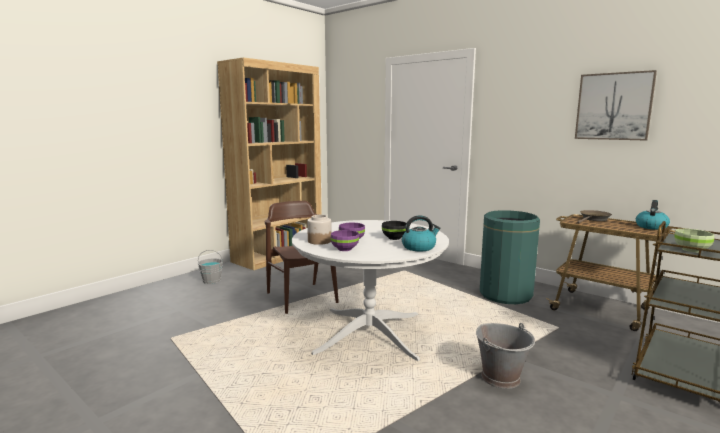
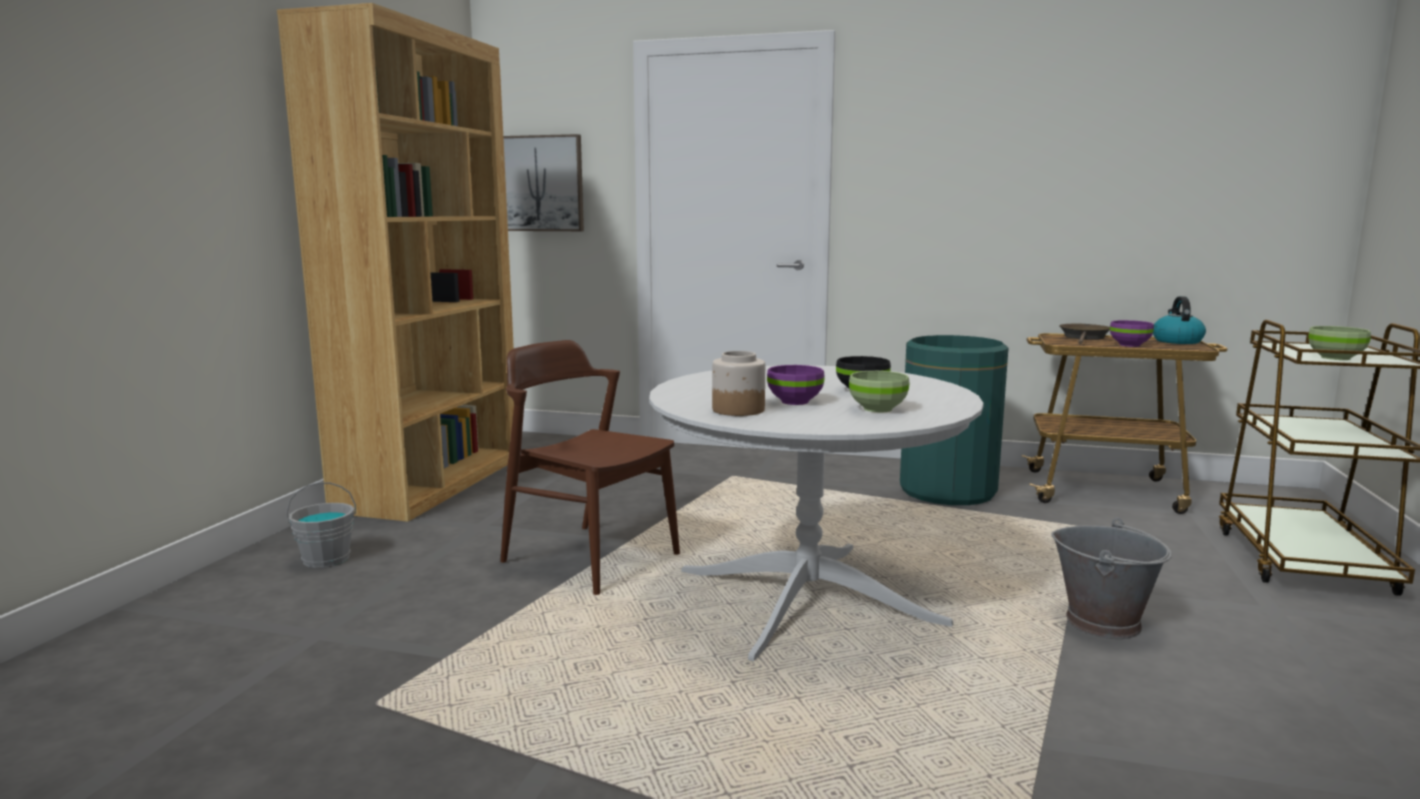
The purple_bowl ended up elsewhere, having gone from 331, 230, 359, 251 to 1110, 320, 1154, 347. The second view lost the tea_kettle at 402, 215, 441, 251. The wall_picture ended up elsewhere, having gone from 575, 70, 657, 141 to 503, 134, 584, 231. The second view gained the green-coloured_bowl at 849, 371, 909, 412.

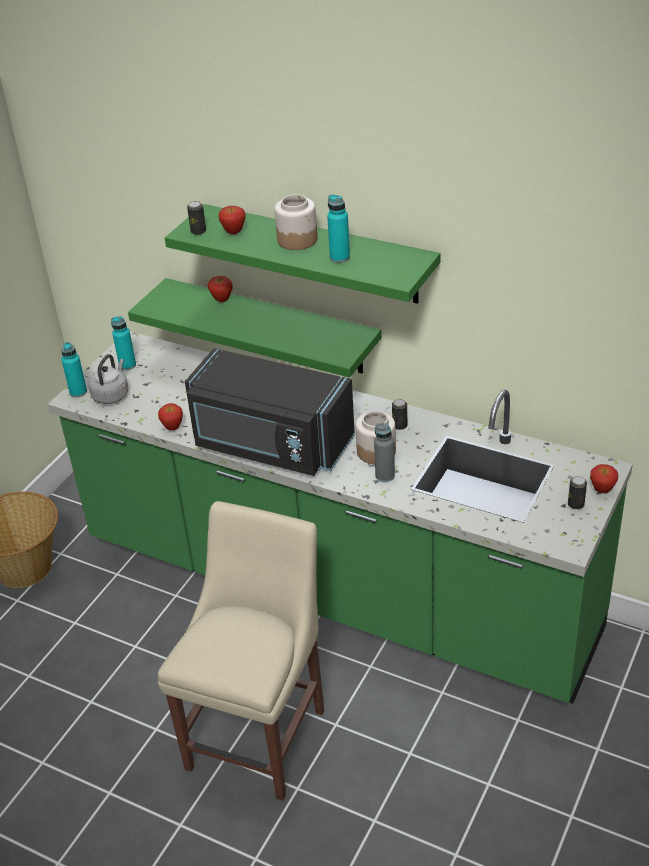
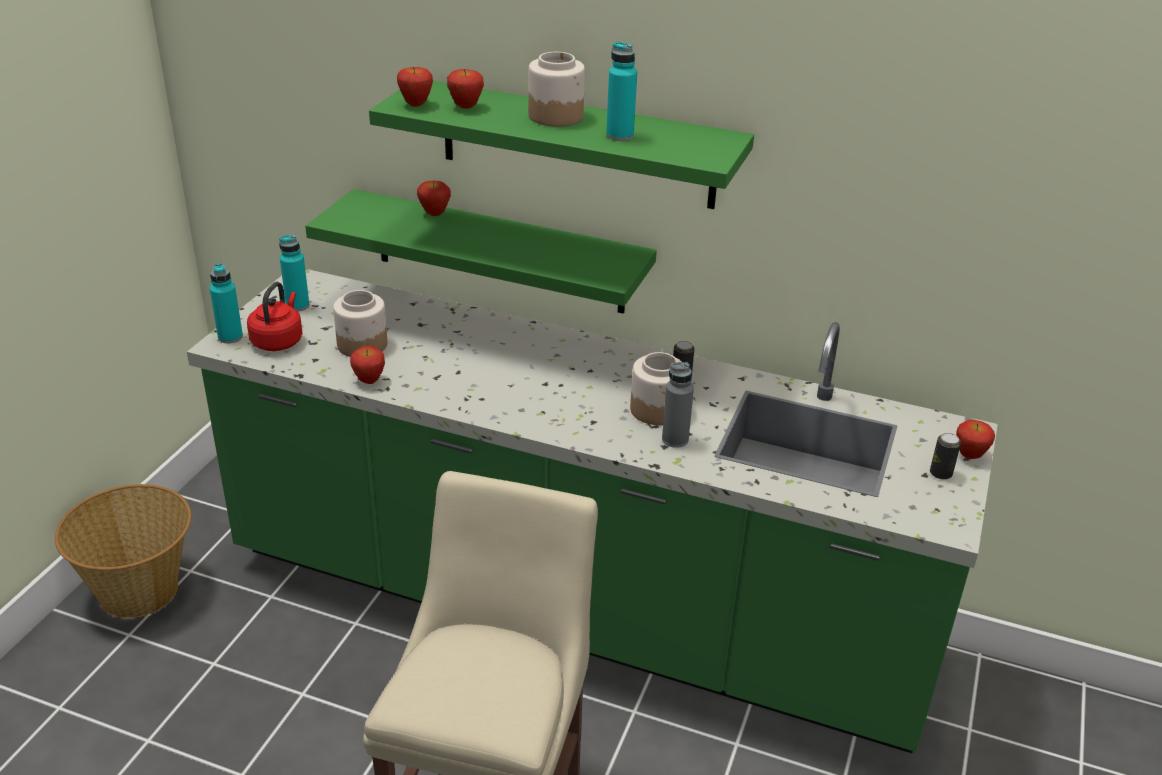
What was the greyish_tea_kettle at 89, 354, 128, 404 turned into the red-coloured_tea_kettle at 247, 282, 303, 351. The second view lost the black_kitchen_microwave at 185, 348, 355, 476. Where the can stood at 187, 201, 206, 235, the whole_apple came to stand at 397, 67, 433, 107. The second view gained the jar at 333, 290, 387, 357.

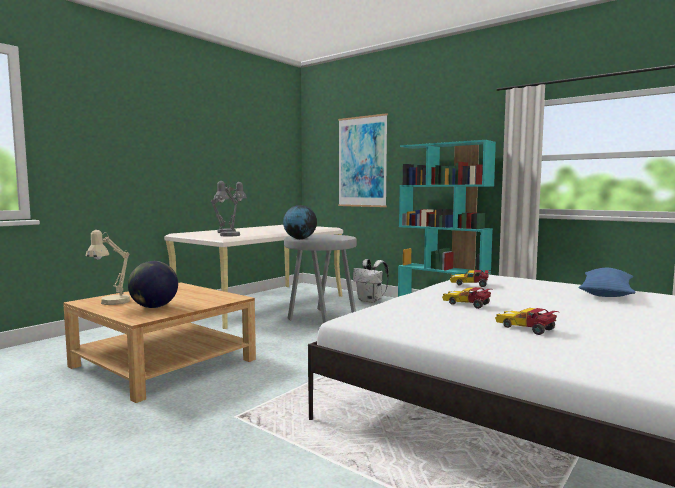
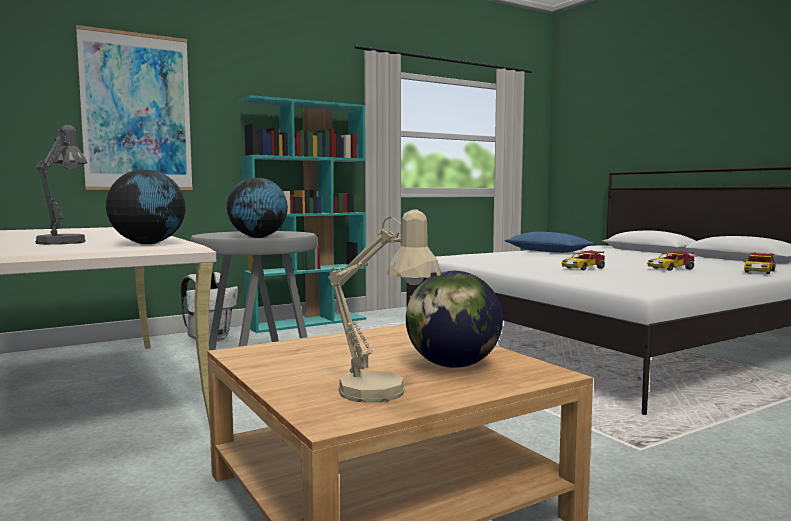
Where the greyish_table_lamp stood at 214, 181, 240, 237, the world_globe came to stand at 106, 170, 186, 244. The toy_car ended up elsewhere, having gone from 450, 270, 491, 287 to 743, 252, 776, 274.

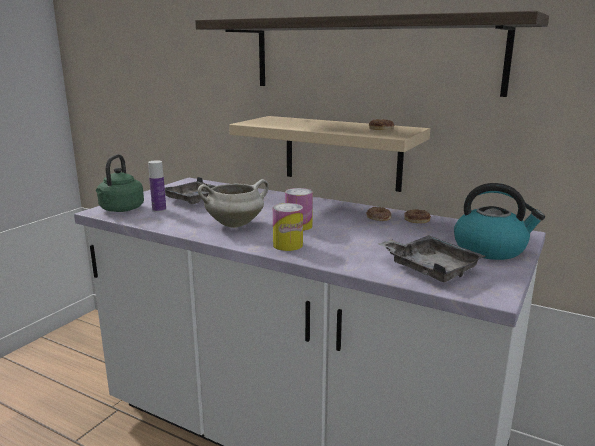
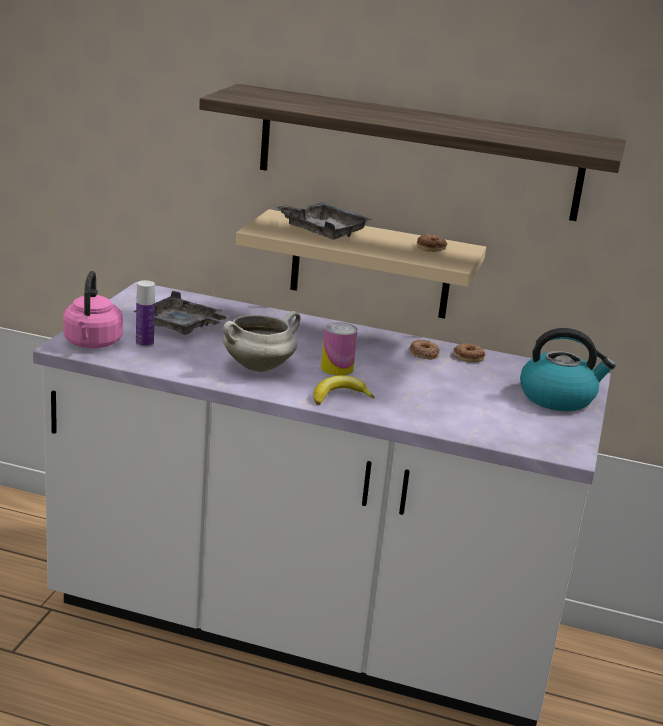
What was the green-coloured_tea_kettle at 96, 154, 144, 212 turned into the pinkish_tea_kettle at 63, 271, 123, 348. Where the can stood at 273, 203, 303, 251, the banana_fruit came to stand at 313, 375, 374, 405. The greyish_tray ended up elsewhere, having gone from 378, 235, 486, 282 to 274, 202, 372, 239.

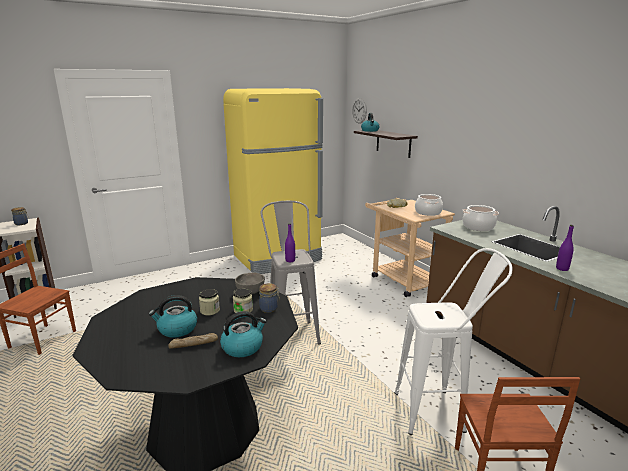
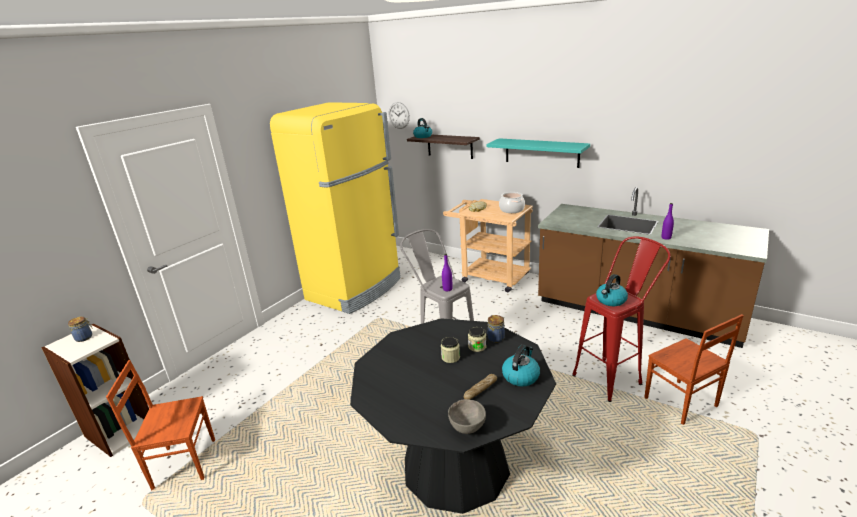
The tea_kettle ended up elsewhere, having gone from 149, 295, 197, 338 to 596, 274, 628, 306. The greyish_bowl ended up elsewhere, having gone from 235, 272, 265, 294 to 448, 399, 486, 434. What was the white_stool at 395, 248, 513, 435 turned into the red-coloured_stool at 572, 236, 671, 402. The second view lost the cooking_pot at 462, 205, 499, 231. The second view gained the turquoise_wall_shelf at 486, 138, 590, 168.

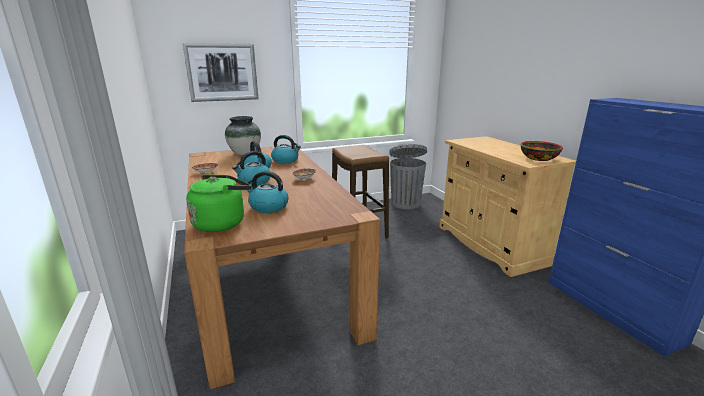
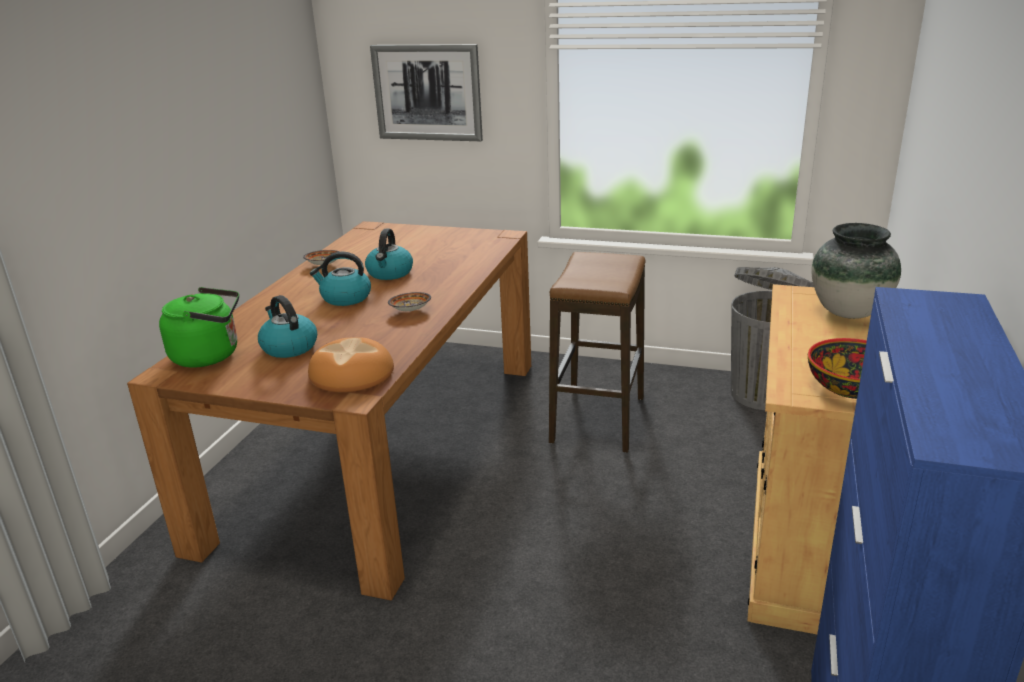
The flower_vase ended up elsewhere, having gone from 225, 116, 261, 156 to 811, 223, 901, 319. The second view lost the tea_kettle at 271, 135, 301, 163. The second view gained the bread at 308, 338, 394, 392.

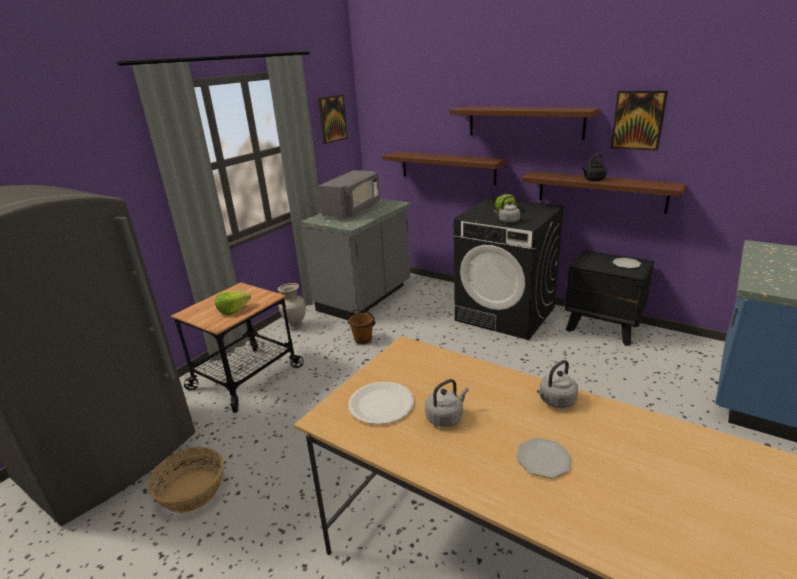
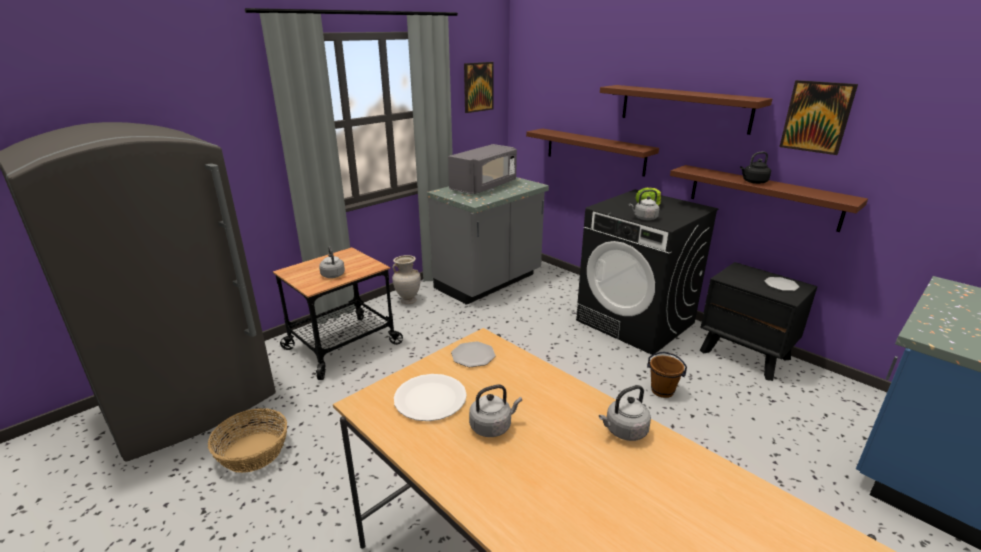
Where the head_of_lettuce stood at 215, 291, 251, 315, the greyish_tea_kettle came to stand at 319, 247, 345, 278. The brown-coloured_water_bucket ended up elsewhere, having gone from 347, 309, 376, 345 to 647, 352, 687, 398. The flat_dish ended up elsewhere, having gone from 516, 438, 571, 478 to 451, 341, 496, 367.

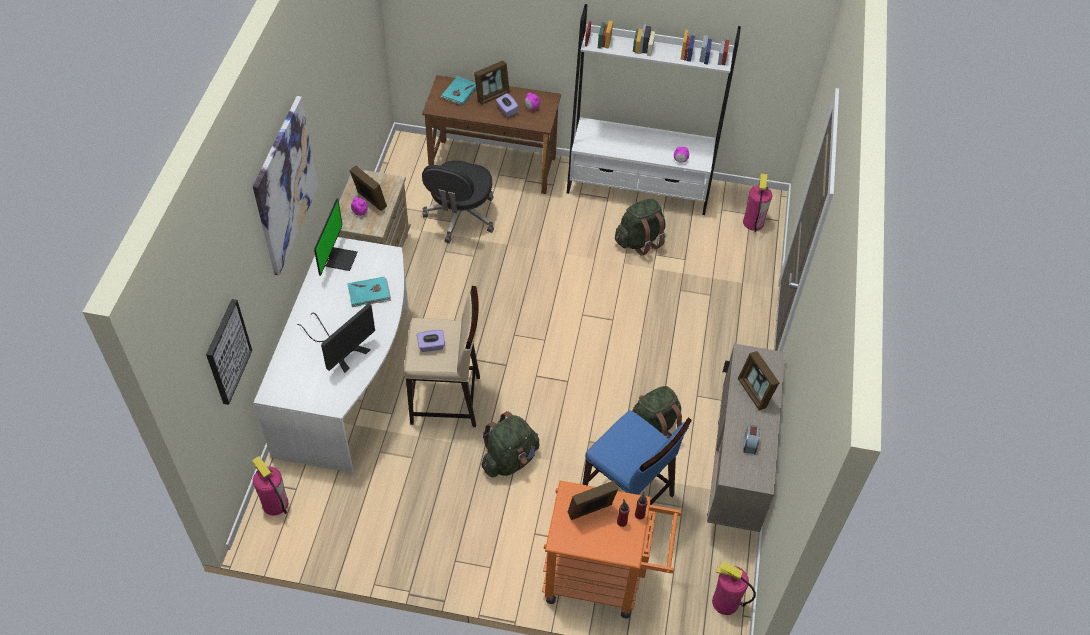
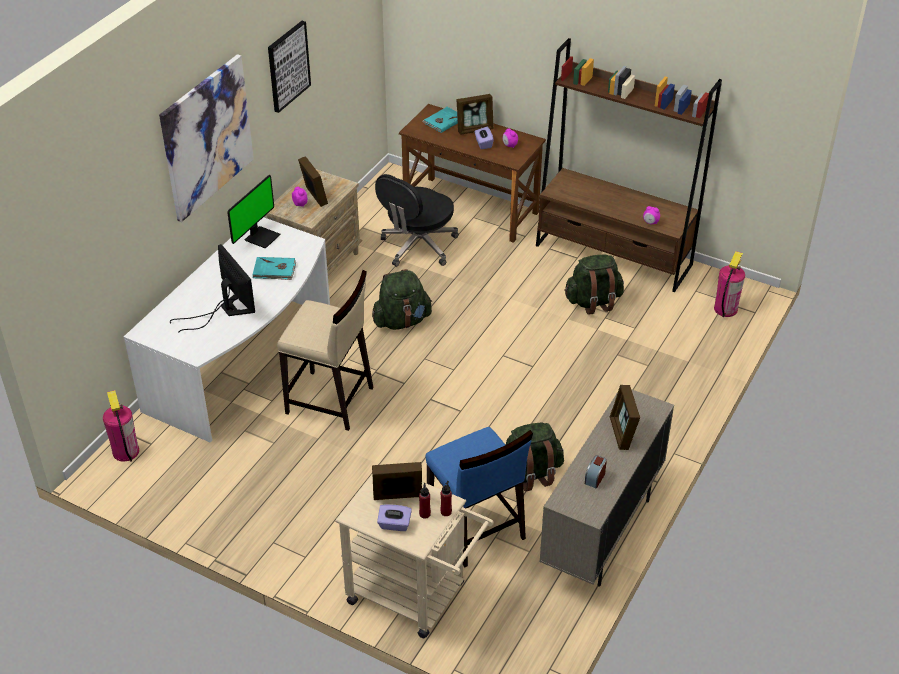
The wall_picture ended up elsewhere, having gone from 206, 299, 252, 405 to 268, 21, 311, 113. The computer_display at 297, 304, 375, 373 ended up facing another way, 90 degrees counterclockwise from before. The purple_box_of_tissues ended up elsewhere, having gone from 417, 330, 445, 352 to 377, 504, 412, 531. The green-coloured_backpack ended up elsewhere, having gone from 482, 411, 539, 477 to 372, 269, 432, 330. What was the orange_cart at 542, 481, 682, 618 turned into the beige_cart at 335, 464, 494, 638. What was the white_bookcase at 567, 4, 741, 215 turned into the brown-coloured_bookcase at 536, 38, 722, 292. The second view lost the fire-fighting_cylinder at 712, 561, 756, 615.

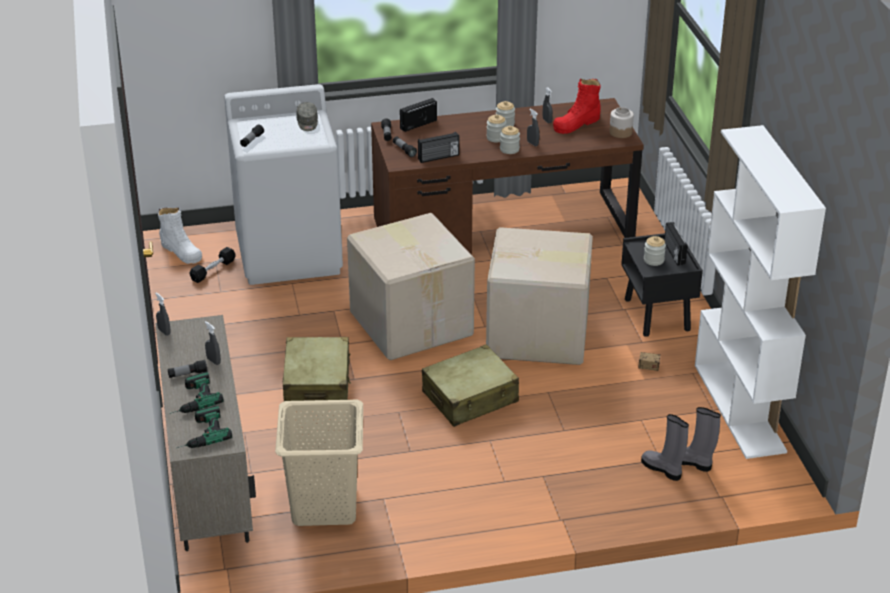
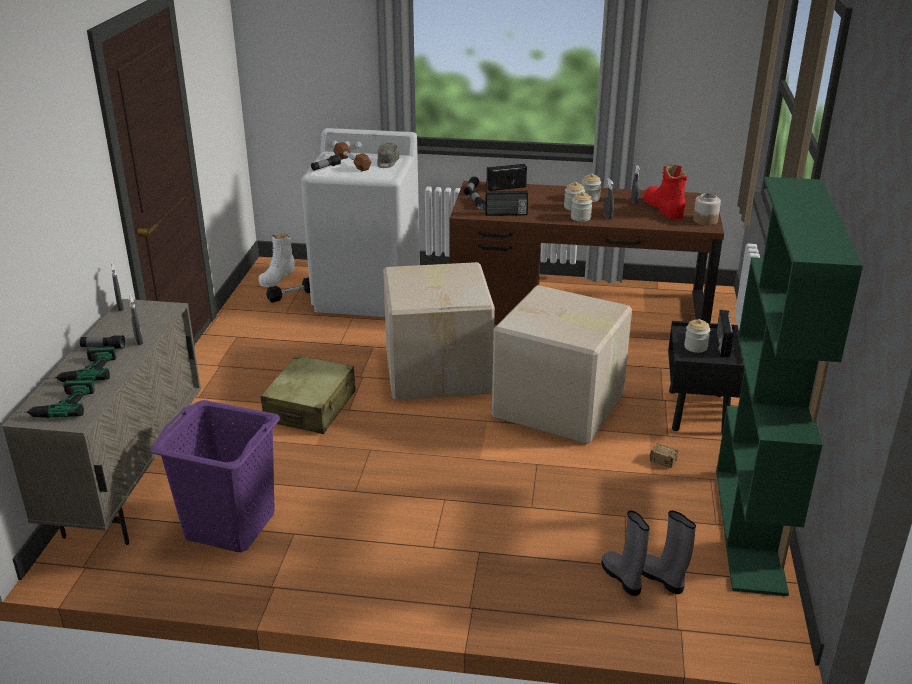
The white_boot at 158, 207, 202, 264 ended up facing another way, 45 degrees clockwise from before. What was the beige_hamper at 275, 400, 363, 526 turned into the purple_hamper at 150, 400, 280, 552. The second view lost the beige_suitcase at 422, 344, 519, 427. The red-coloured_boot at 553, 78, 601, 134 ended up facing another way, 90 degrees clockwise from before. What was the white_bookcase at 695, 125, 826, 459 turned into the green-coloured_bookcase at 716, 177, 863, 596. The second view gained the brown-coloured_free_weight at 333, 142, 371, 171.

